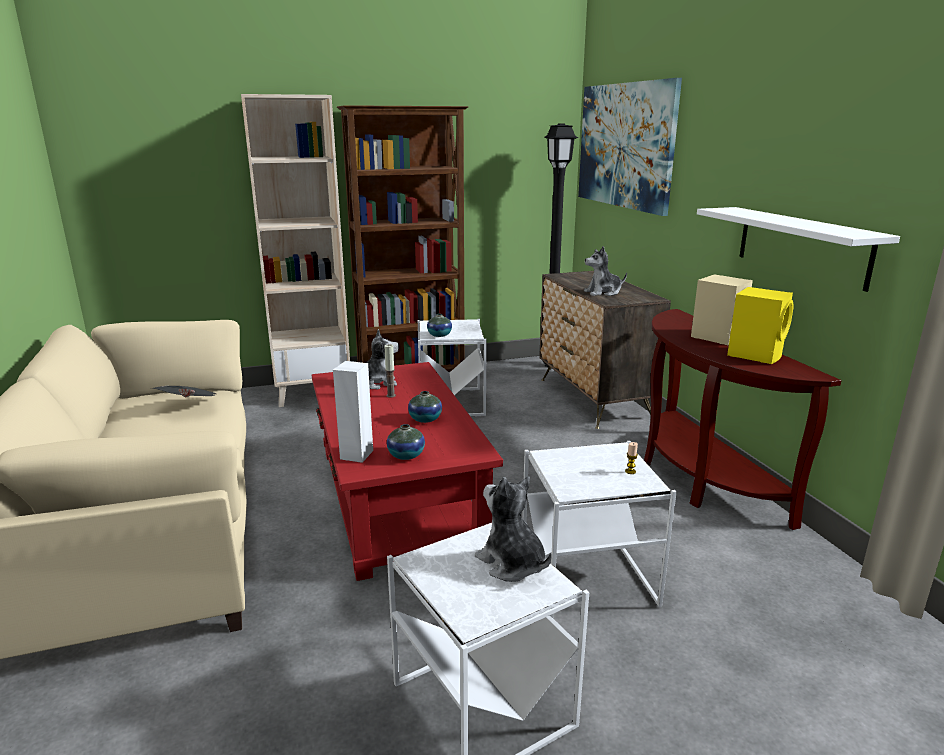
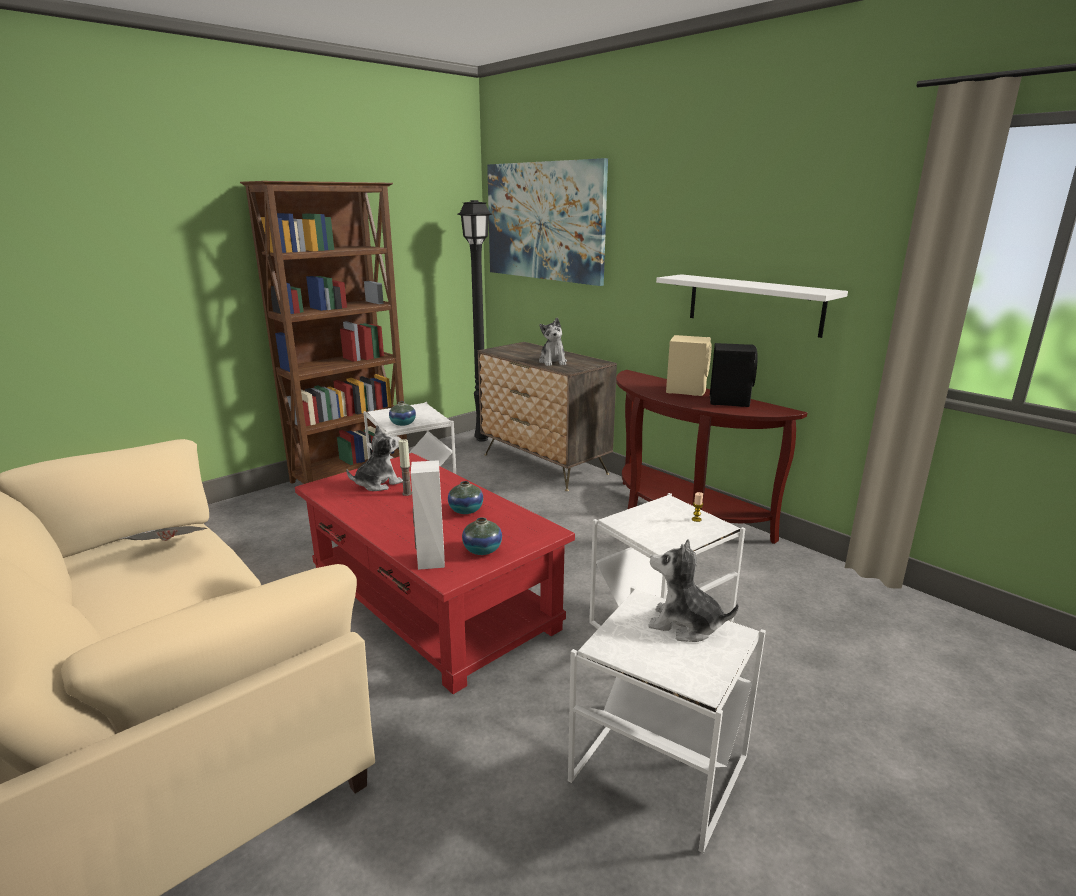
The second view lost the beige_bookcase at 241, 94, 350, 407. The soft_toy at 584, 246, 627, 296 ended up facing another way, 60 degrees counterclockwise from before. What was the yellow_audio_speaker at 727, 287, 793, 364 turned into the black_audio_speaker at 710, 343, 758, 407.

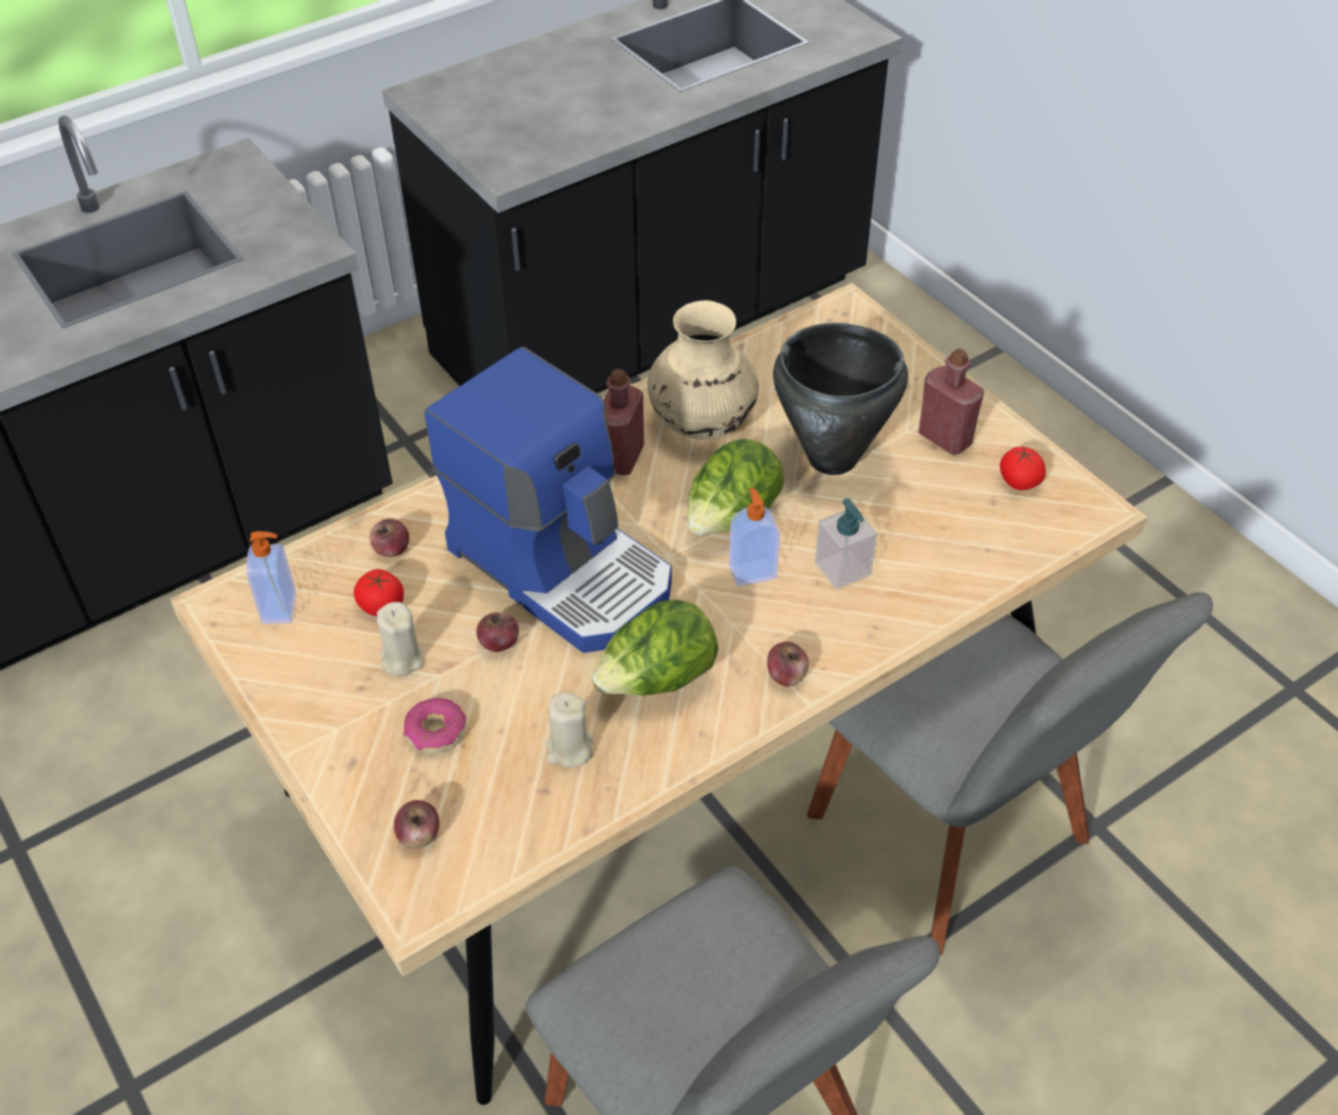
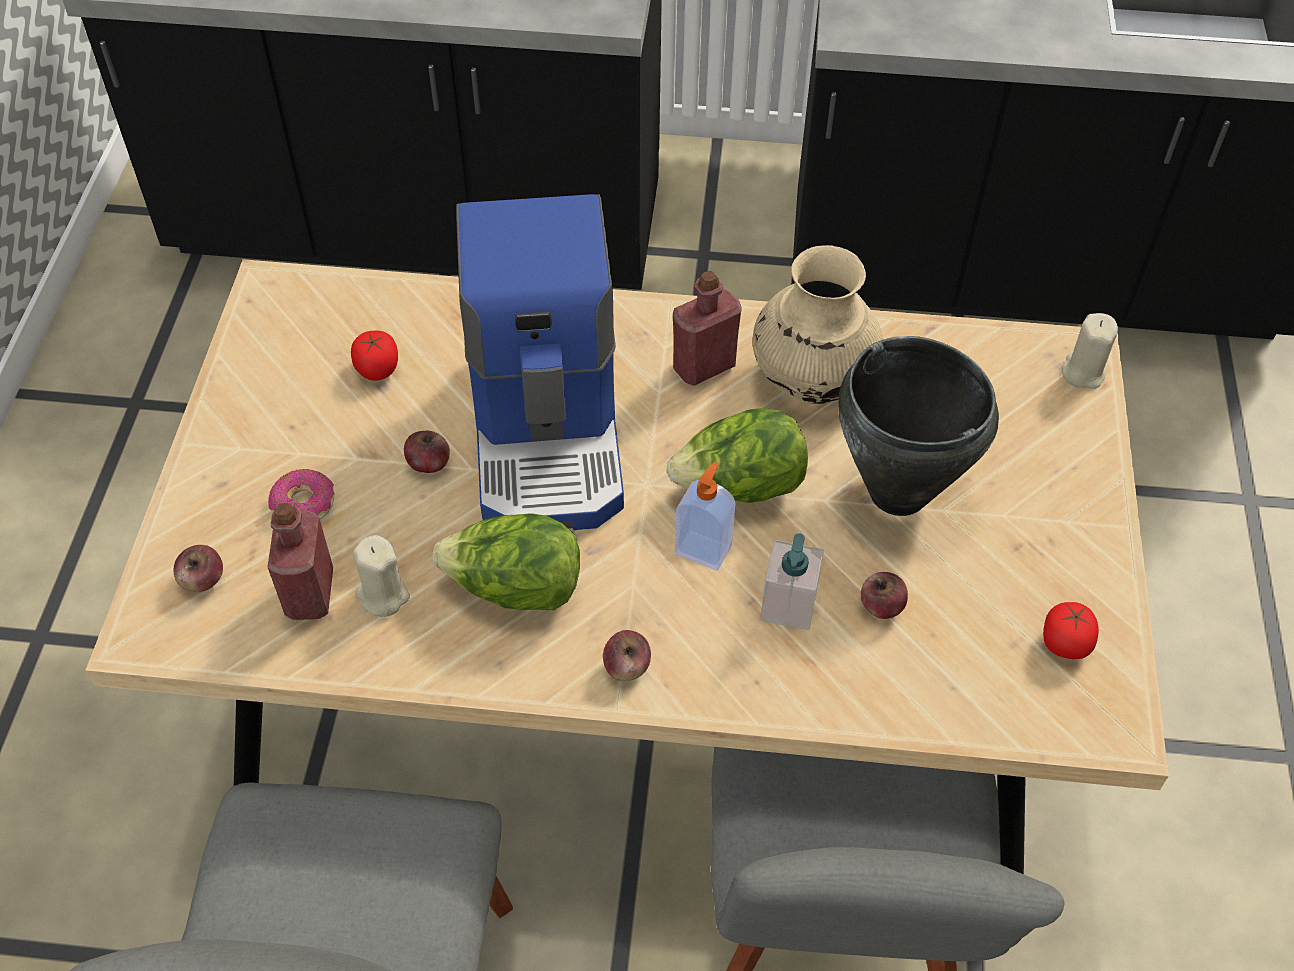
The second view lost the soap_dispenser at 247, 531, 296, 624. The whole_apple ended up elsewhere, having gone from 370, 519, 409, 557 to 861, 572, 908, 619. The beige_wax_light ended up elsewhere, having gone from 377, 602, 424, 677 to 1062, 313, 1118, 389. The red-coloured_drink_bottle ended up elsewhere, having gone from 918, 349, 984, 455 to 268, 503, 333, 620.

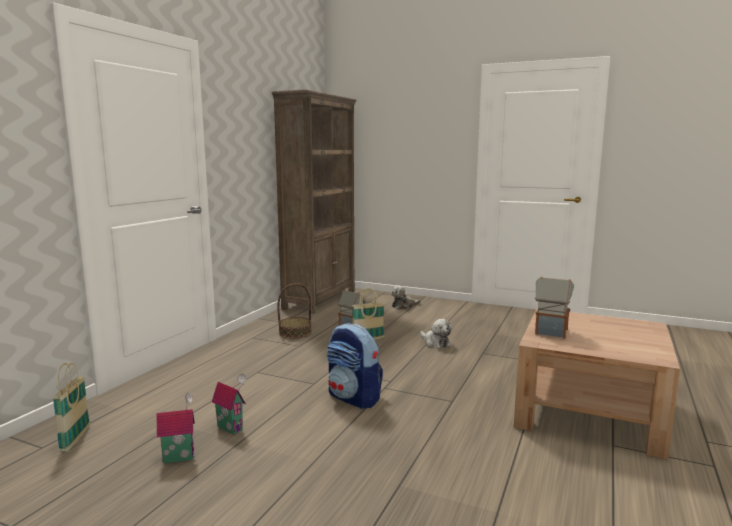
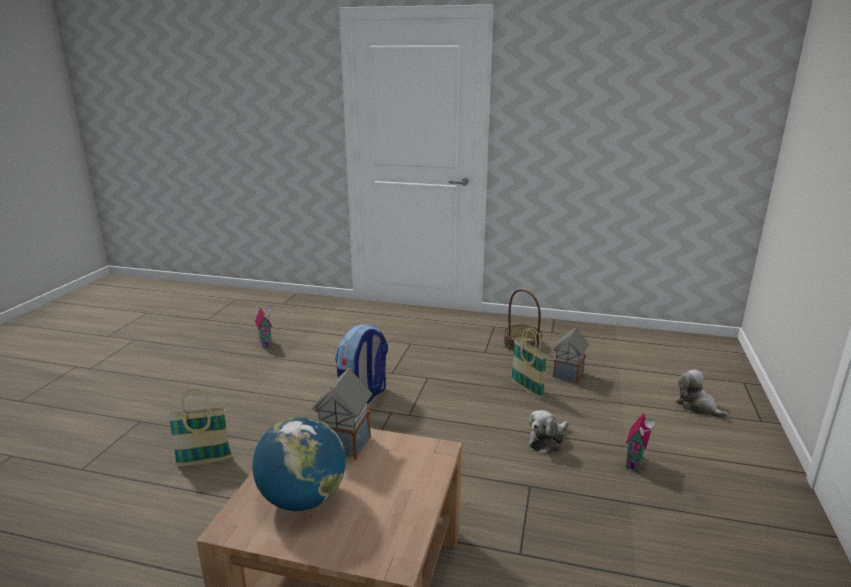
The household_basket ended up elsewhere, having gone from 52, 363, 90, 452 to 168, 389, 231, 467. The miniature_house ended up elsewhere, having gone from 212, 374, 247, 435 to 625, 413, 655, 472. The second view lost the brown-coloured_bookcase at 272, 89, 357, 314. The second view gained the world_globe at 252, 416, 346, 511.

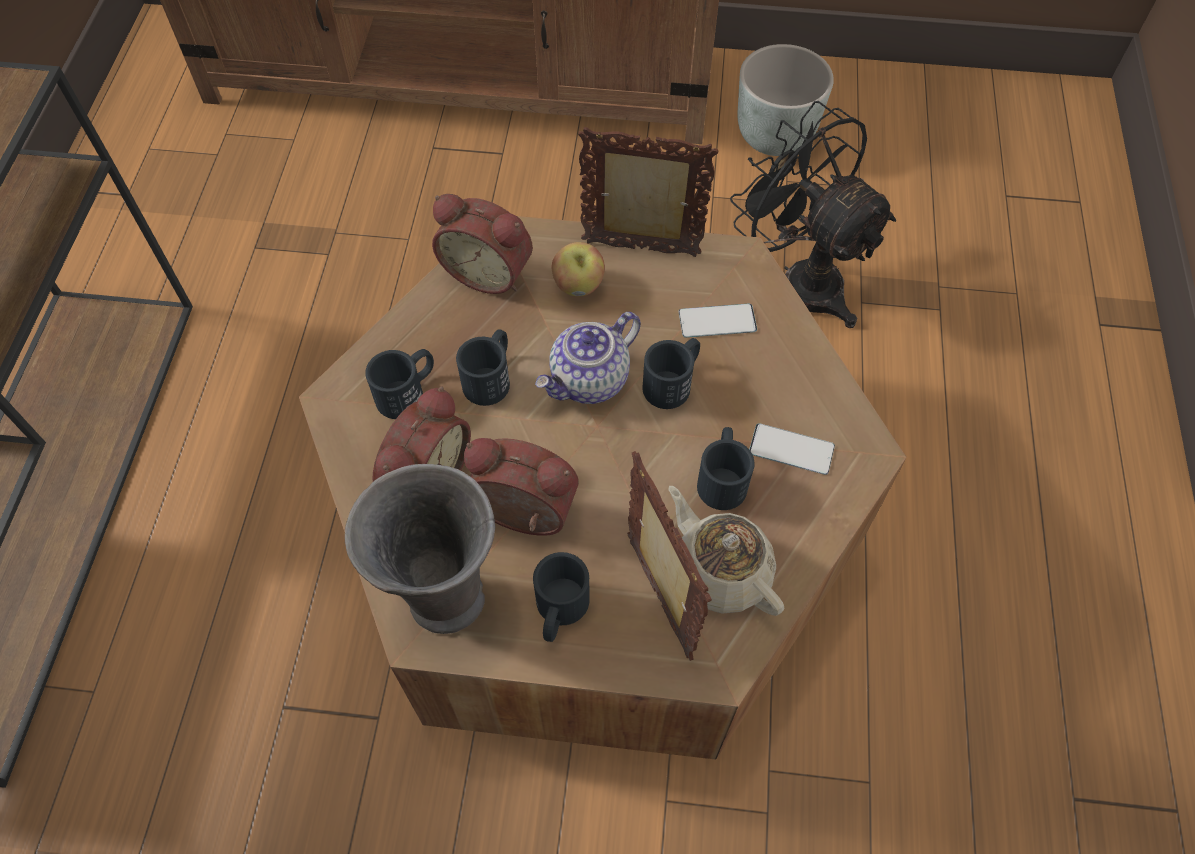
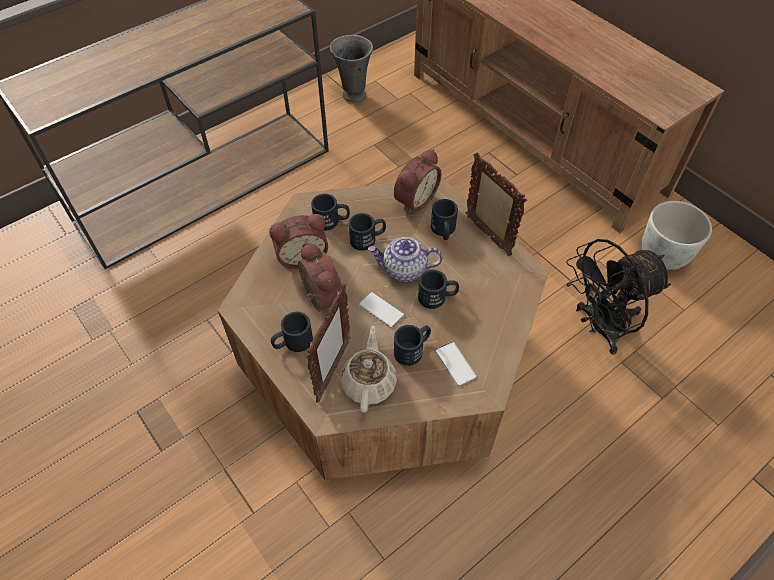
The greyish_flower_vase ended up elsewhere, having gone from 345, 464, 495, 634 to 330, 35, 373, 103. The bedside_clock at 432, 194, 533, 294 ended up facing another way, 120 degrees counterclockwise from before. Where the whole_apple stood at 552, 242, 605, 296, the black_tea_mug came to stand at 431, 199, 458, 240. The telephone ended up elsewhere, having gone from 679, 304, 757, 338 to 359, 292, 405, 328. The black_cooling_fan at 730, 101, 896, 328 ended up facing another way, 120 degrees counterclockwise from before.

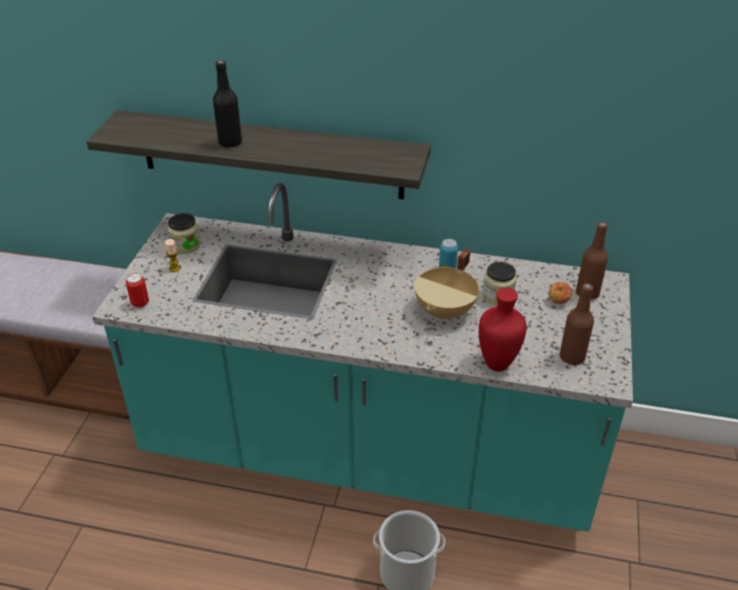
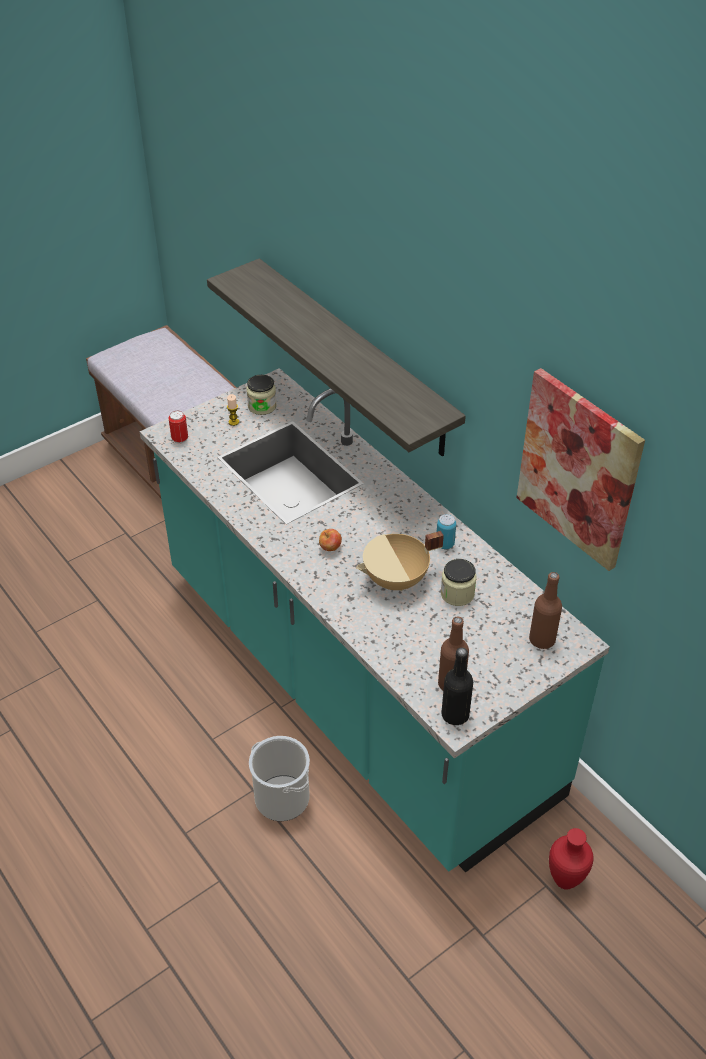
The black_drink_bottle ended up elsewhere, having gone from 213, 60, 242, 147 to 441, 648, 473, 725. The red-coloured_flower_vase ended up elsewhere, having gone from 479, 288, 527, 372 to 549, 828, 594, 889. The whole_apple ended up elsewhere, having gone from 549, 282, 572, 304 to 319, 529, 342, 551. The second view gained the wall_picture at 517, 368, 645, 571.

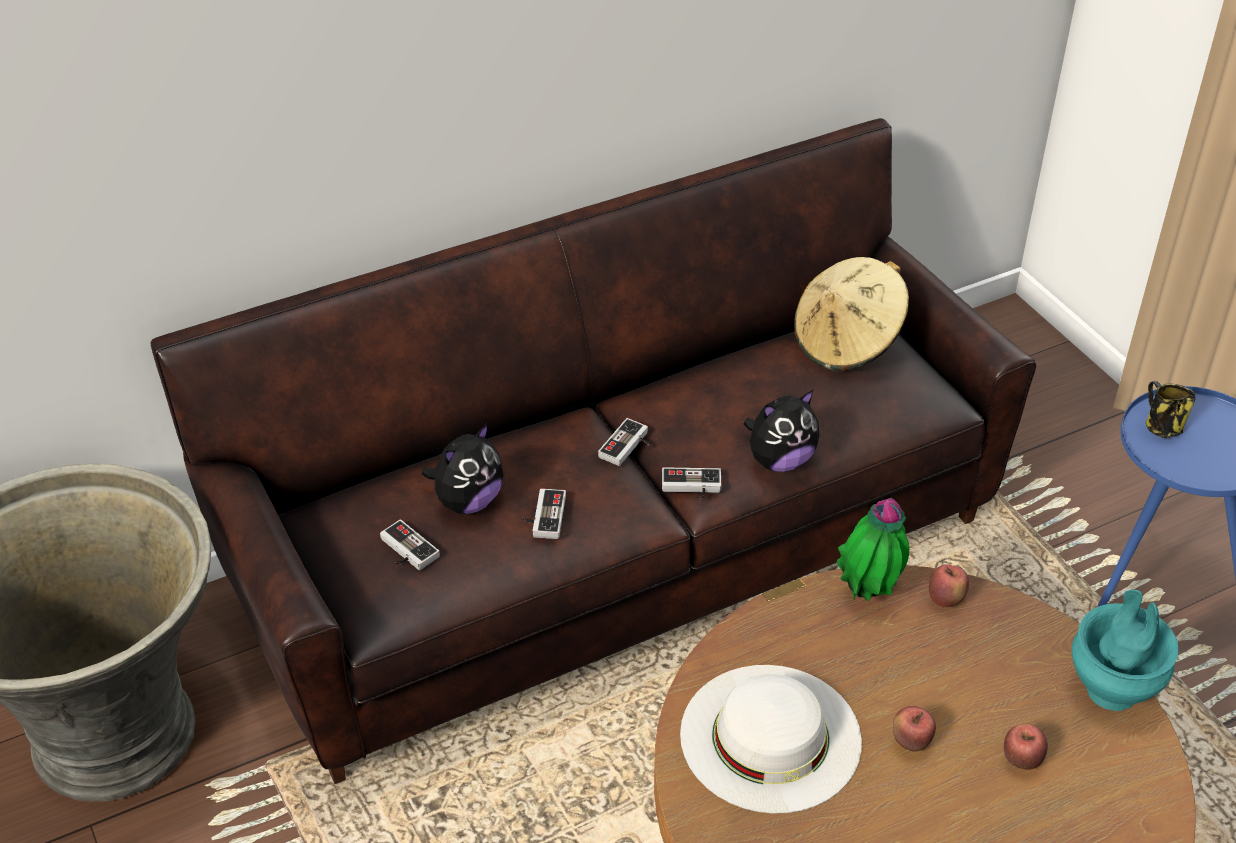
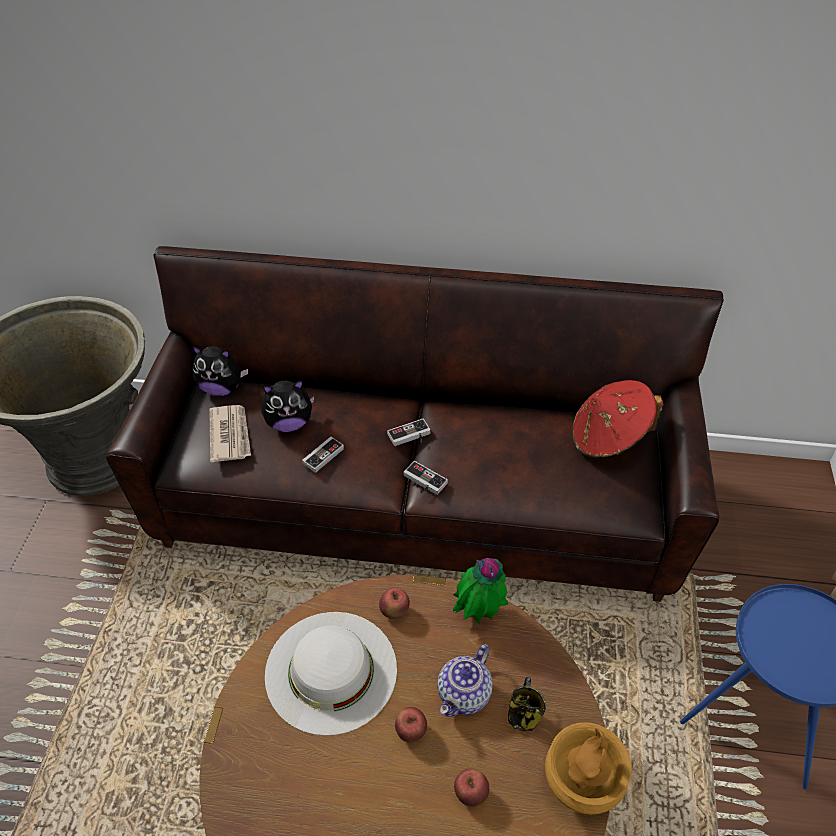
Where the gamepad stood at 380, 519, 440, 570, the newspaper came to stand at 209, 405, 251, 462. The soft_toy ended up elsewhere, having gone from 743, 390, 819, 472 to 192, 346, 248, 396. What was the beige_hat at 794, 257, 909, 371 turned into the red-coloured_hat at 572, 380, 664, 459. The whole_apple ended up elsewhere, having gone from 929, 564, 969, 608 to 379, 587, 410, 619. What was the turquoise_flower_vase at 1072, 590, 1178, 711 turned into the brown-coloured_flower_vase at 545, 722, 632, 815. The tea_mug ended up elsewhere, having gone from 1146, 381, 1196, 438 to 508, 677, 546, 731. The second view gained the tea_pot at 437, 644, 493, 717.

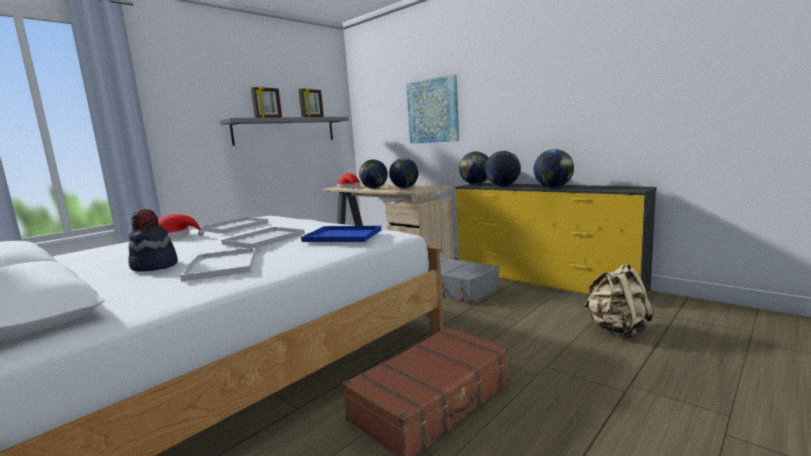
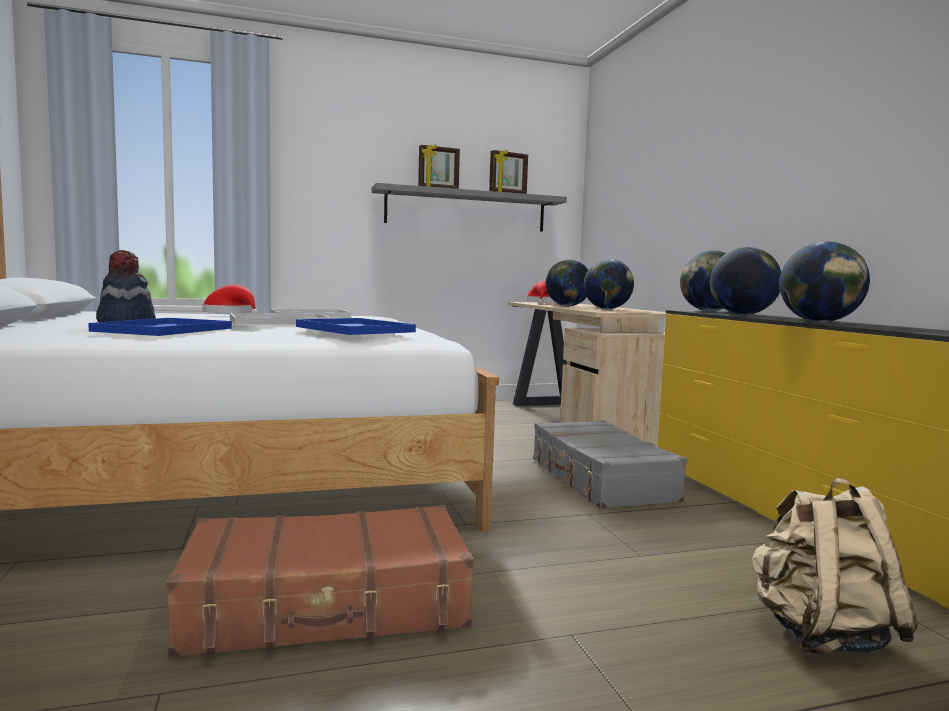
What was the white_tray at 180, 247, 256, 282 turned into the bluish_tray at 88, 318, 232, 336. The second view lost the wall_picture at 406, 74, 459, 144.

